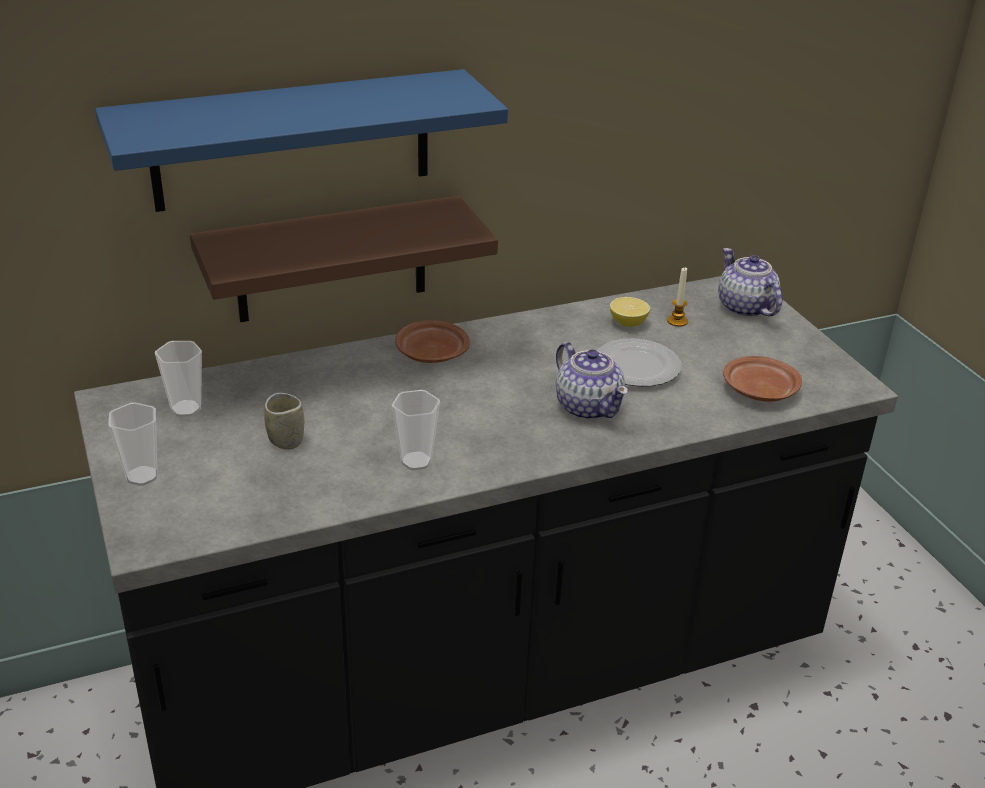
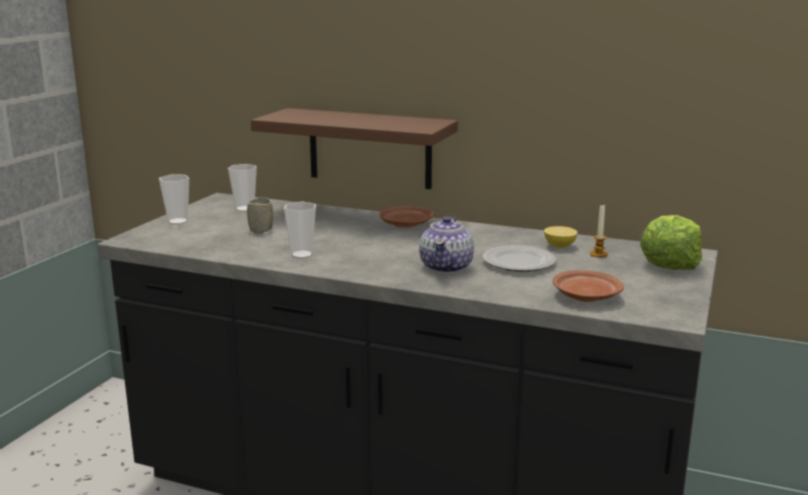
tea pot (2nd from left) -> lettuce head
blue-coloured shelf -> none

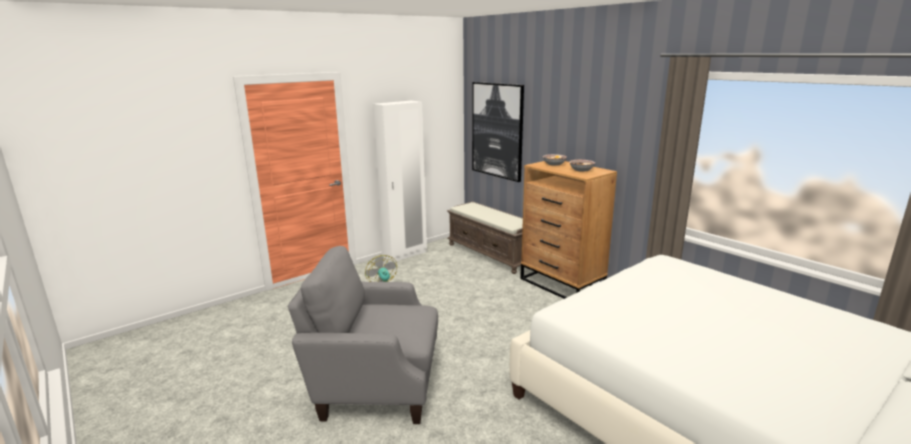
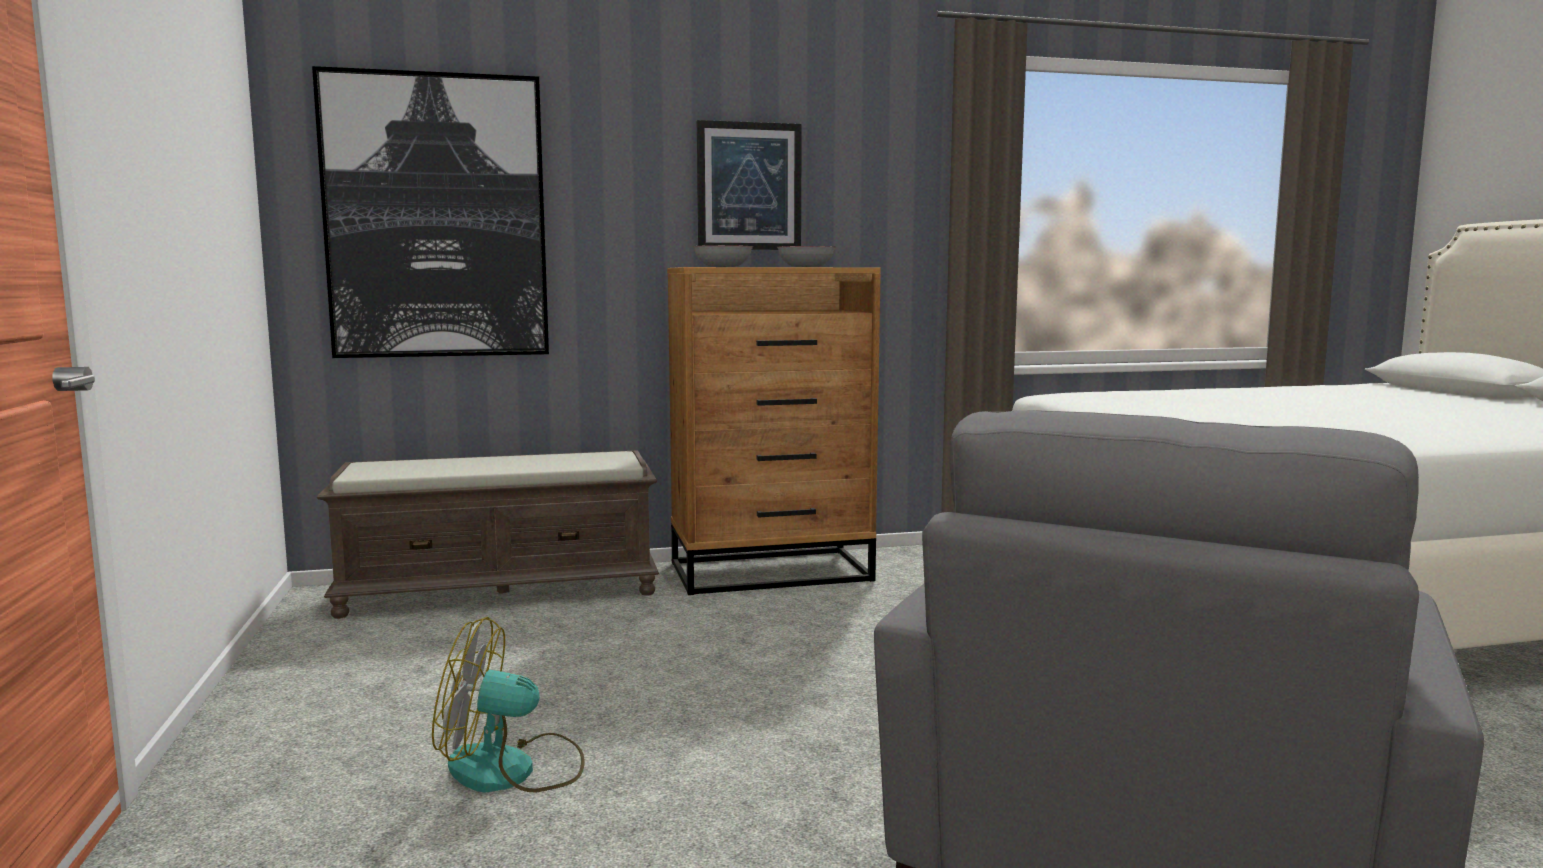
none -> picture (2nd from left)
white armoire -> none

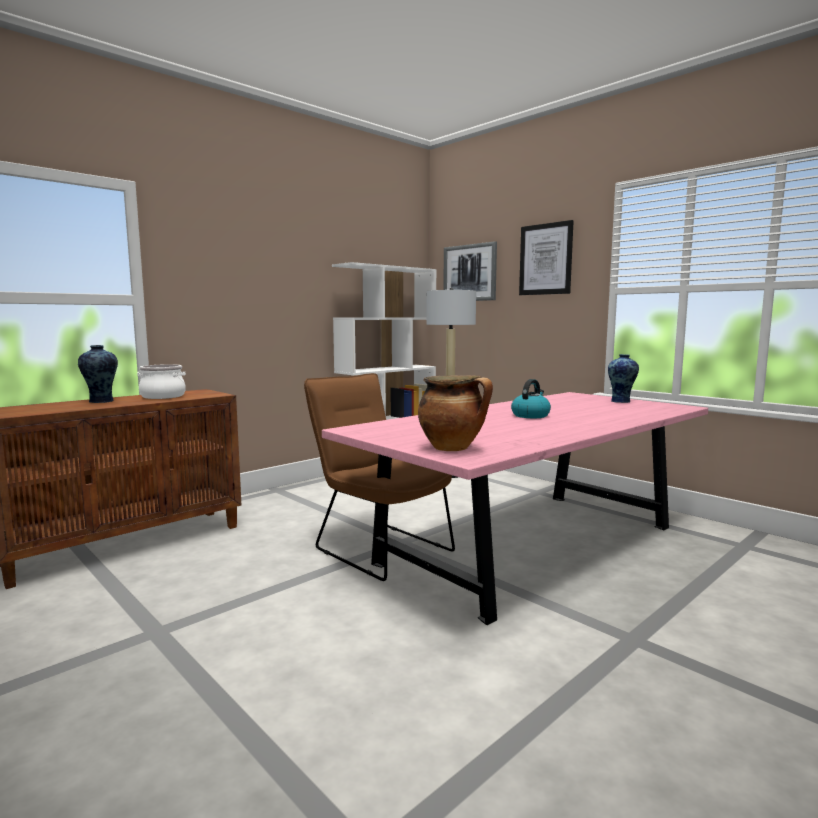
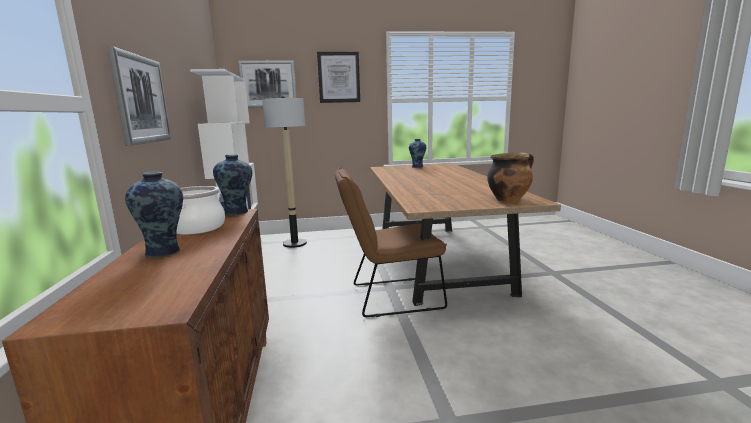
none -> picture (1st from left)
none -> decorative vase (2nd from left)
pink kitchen table -> brown kitchen table
water kettle -> none

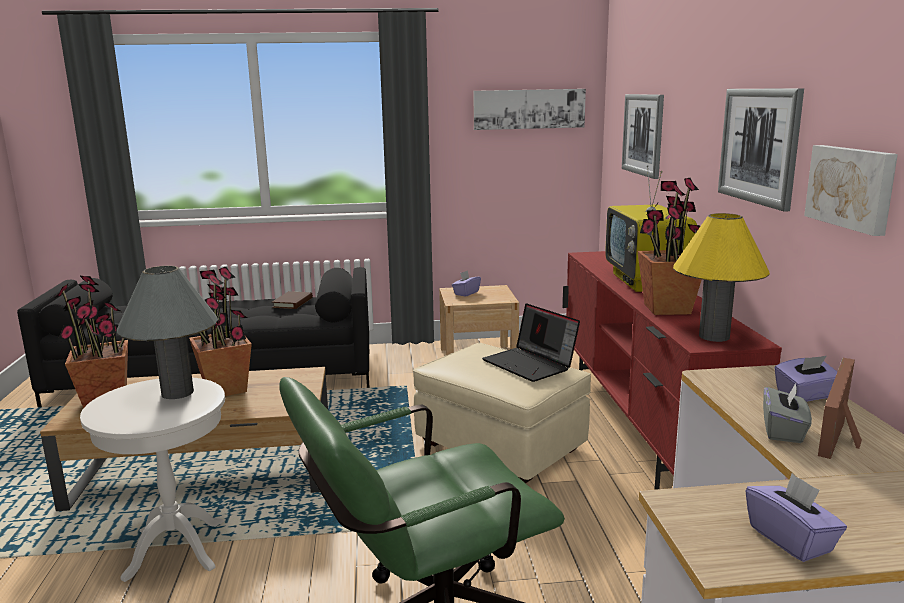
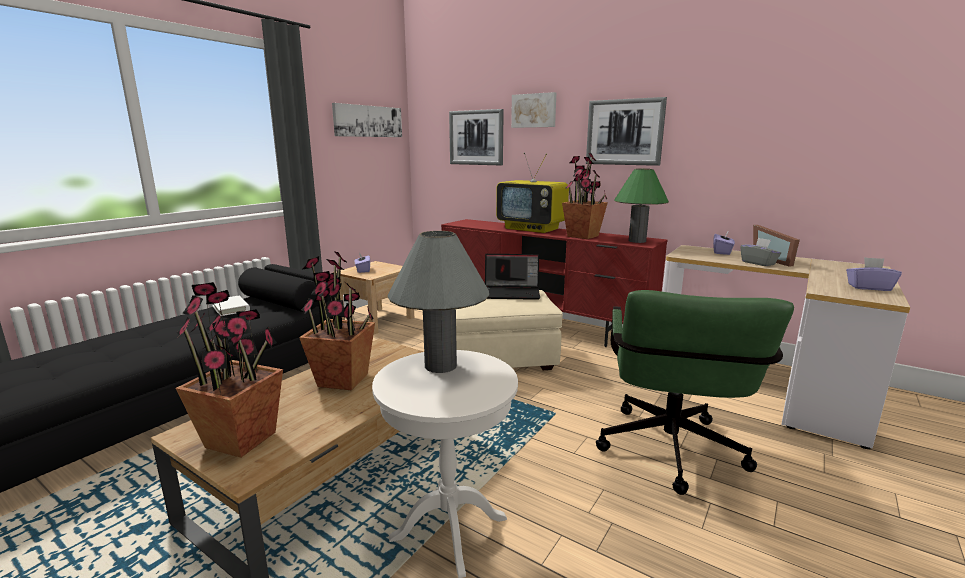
brown bound book -> white bound book
picture (4th from left in the first image) -> picture (3rd from left), moved
yellow tabletop lamp -> greenish tabletop lamp

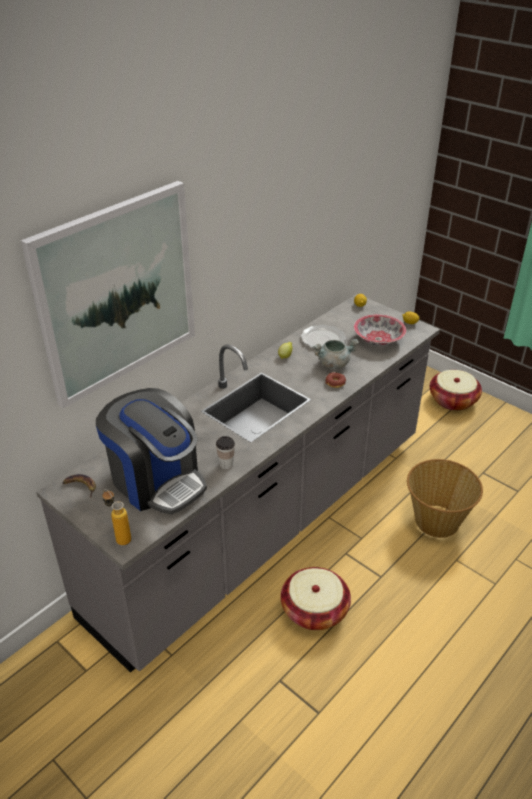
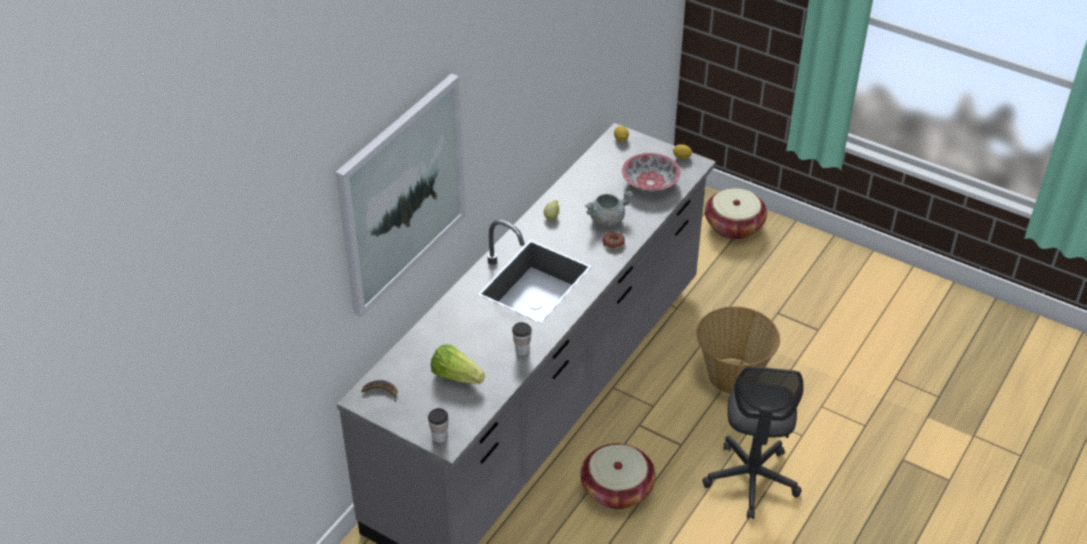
beverage bottle -> cup (1st from left)
coffee brewer -> lettuce head
none -> gray computer chair
plate -> none

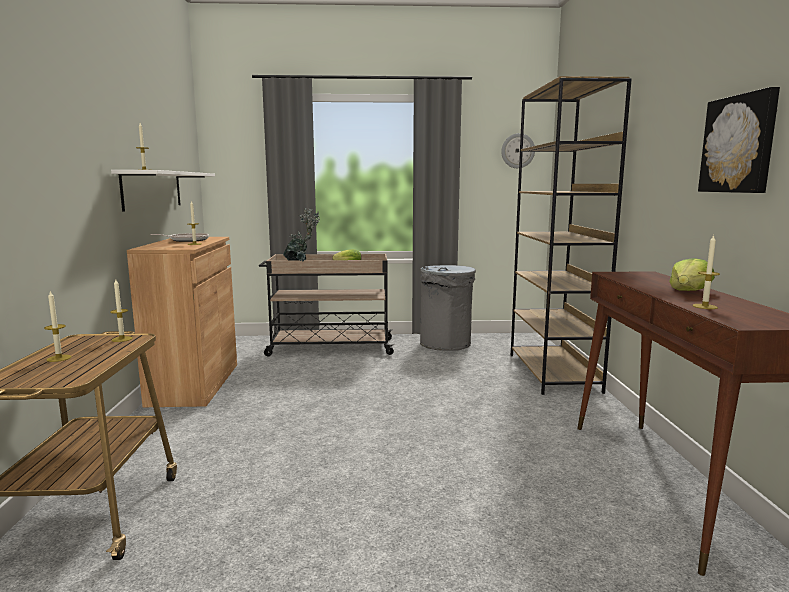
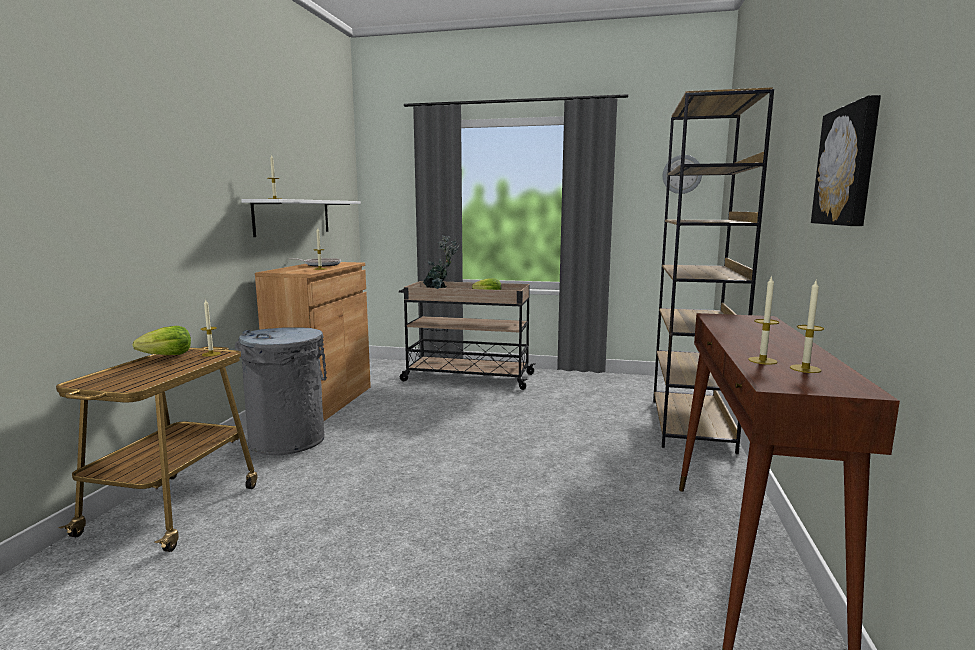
lettuce head (2nd from left in the first image) -> lettuce head (1st from left), moved
gray rubbish bin, moved
wax candle (1st from left in the first image) -> wax candle (5th from left), moved

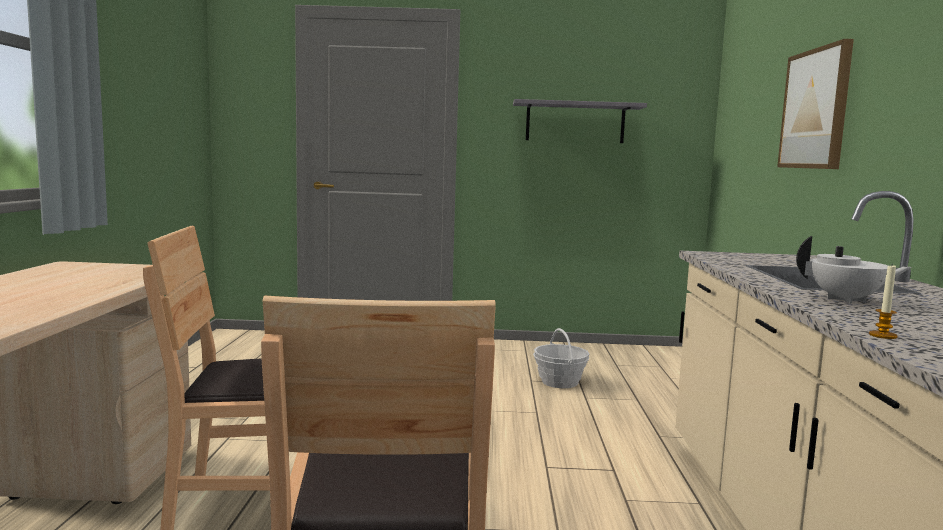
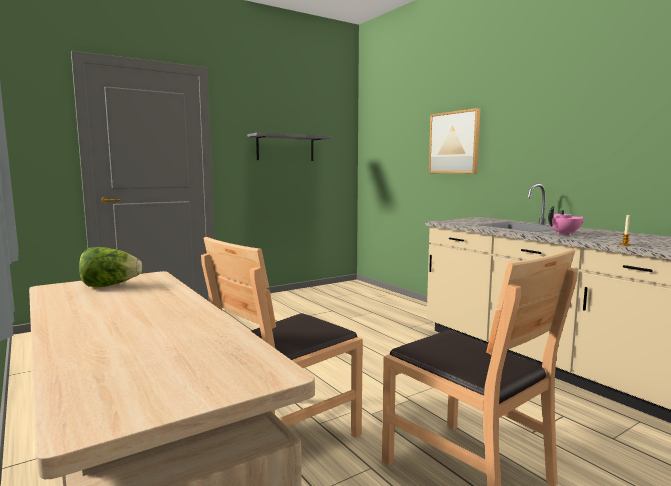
none -> lettuce head
white tea pot -> pink tea pot
storage basket -> none

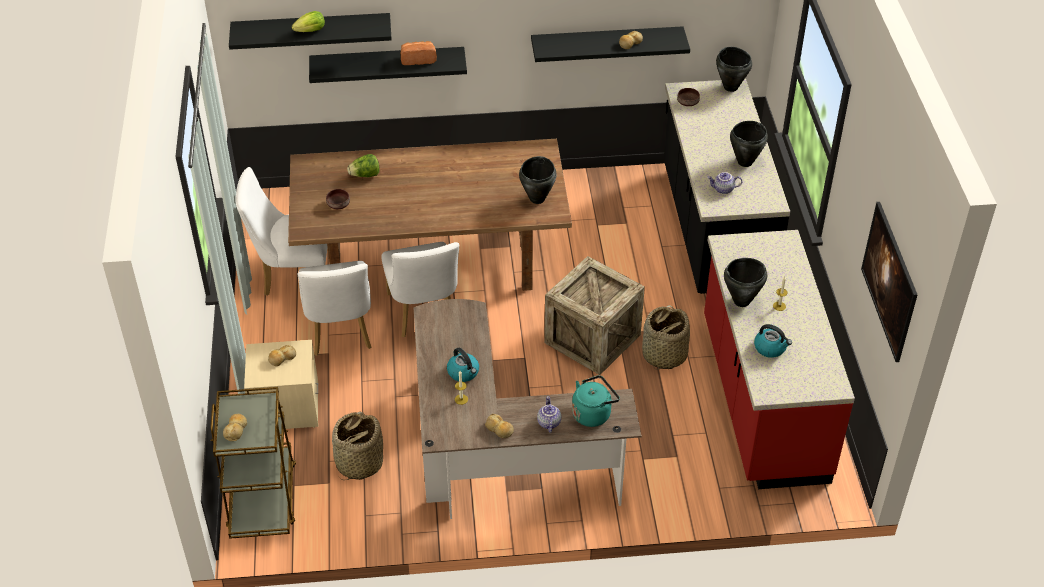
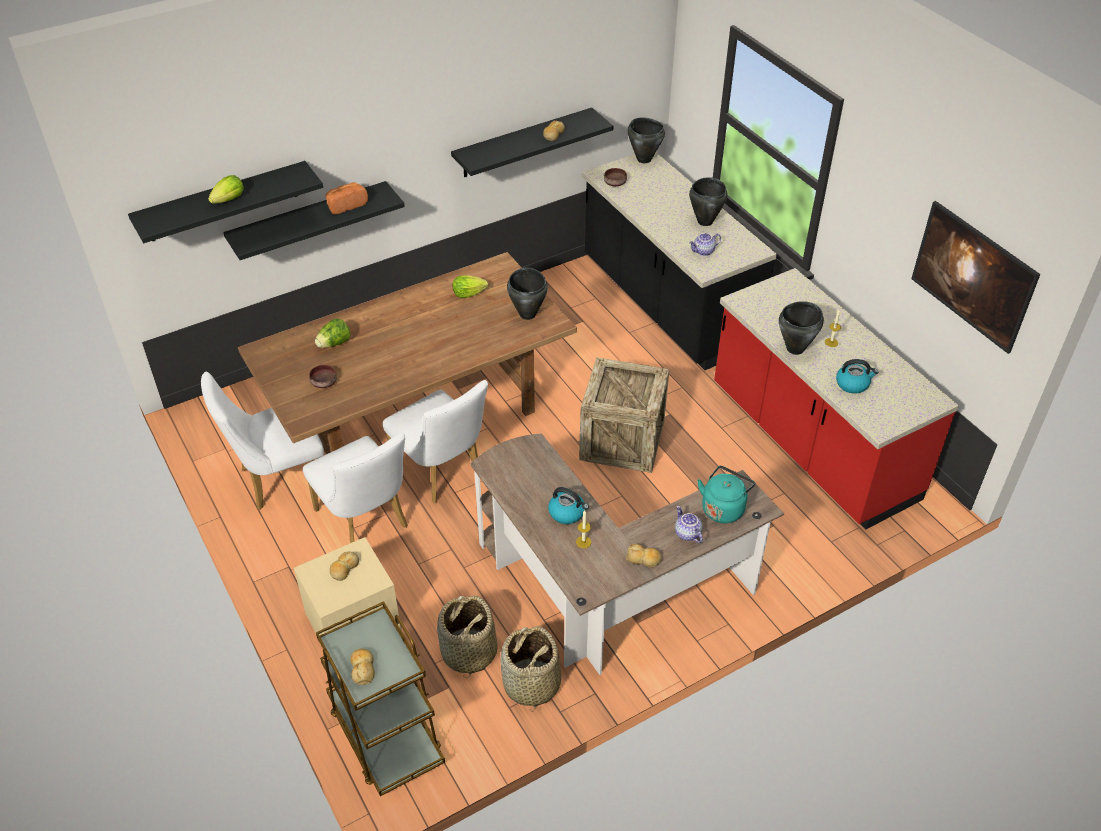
none -> lettuce head (3rd from left)
storage basket (2nd from left), moved

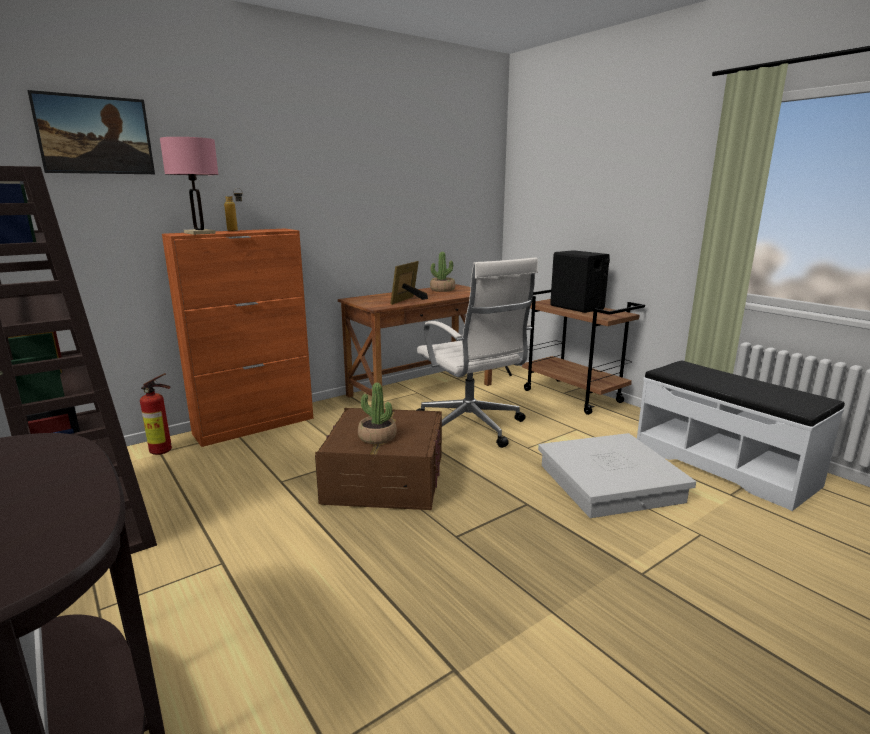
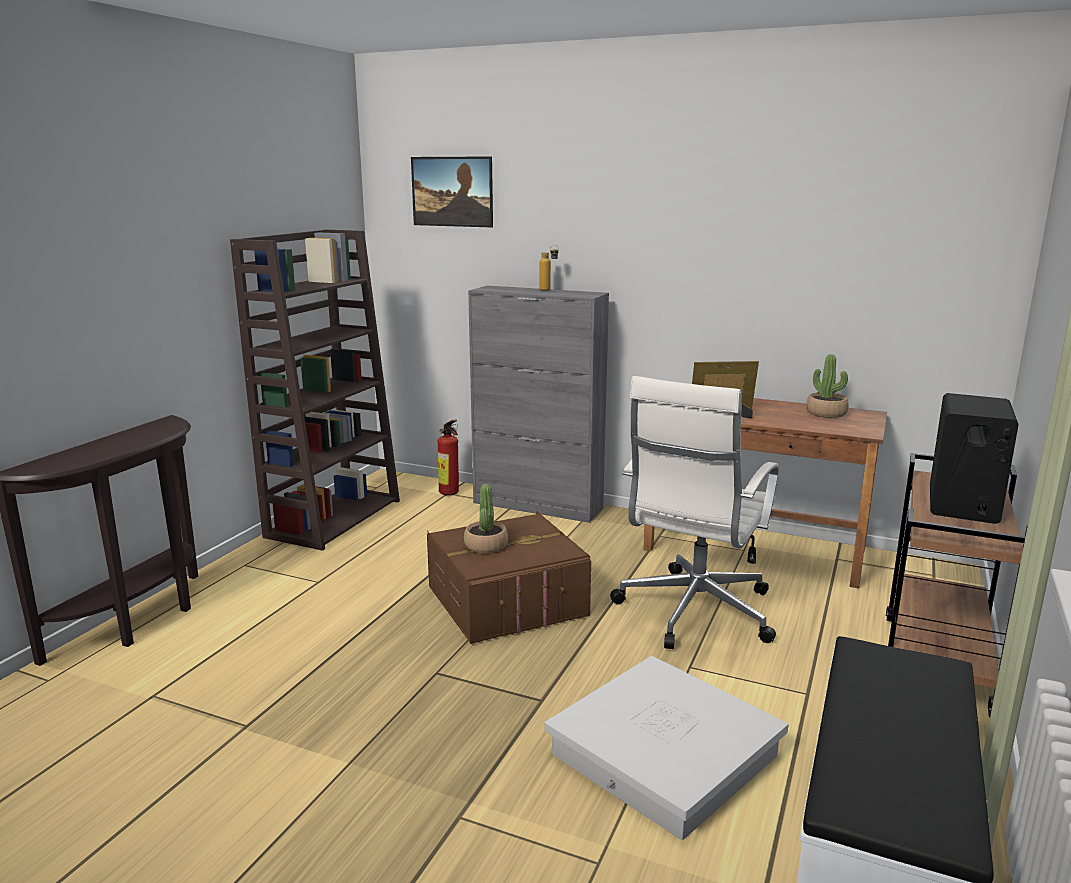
orangey cabinet -> gray cabinet
pink tabletop lamp -> none

